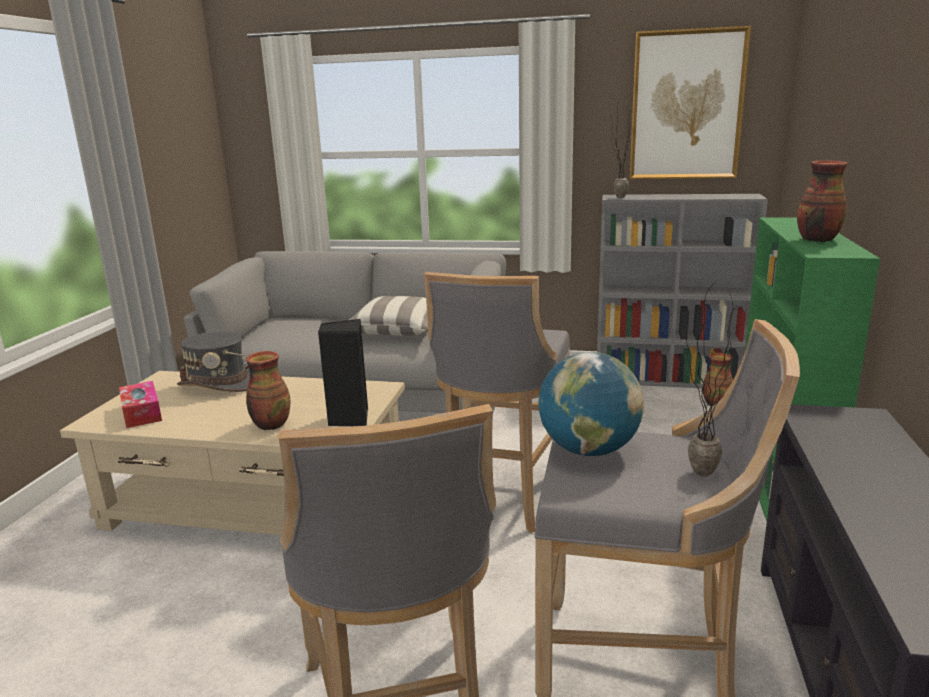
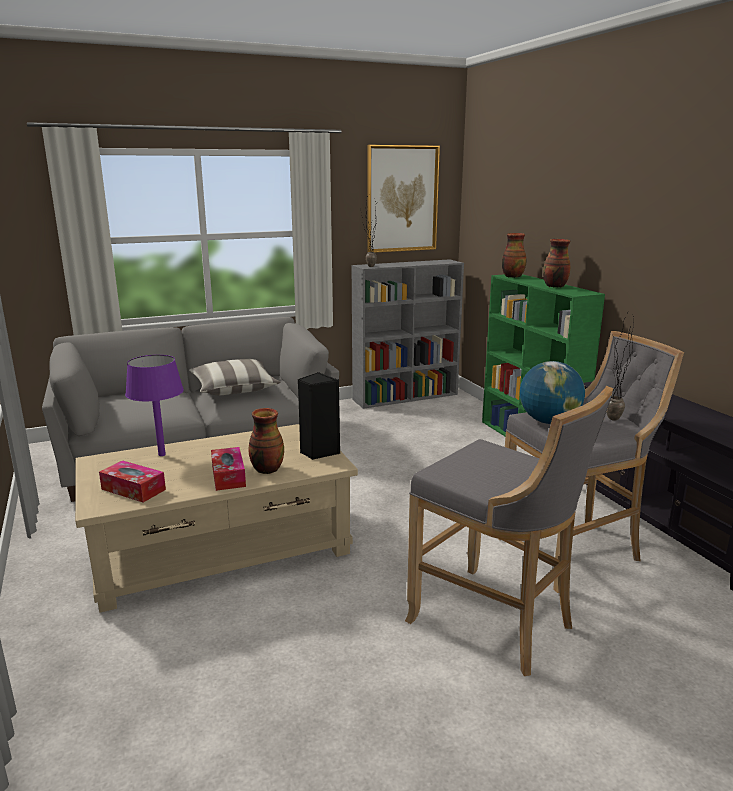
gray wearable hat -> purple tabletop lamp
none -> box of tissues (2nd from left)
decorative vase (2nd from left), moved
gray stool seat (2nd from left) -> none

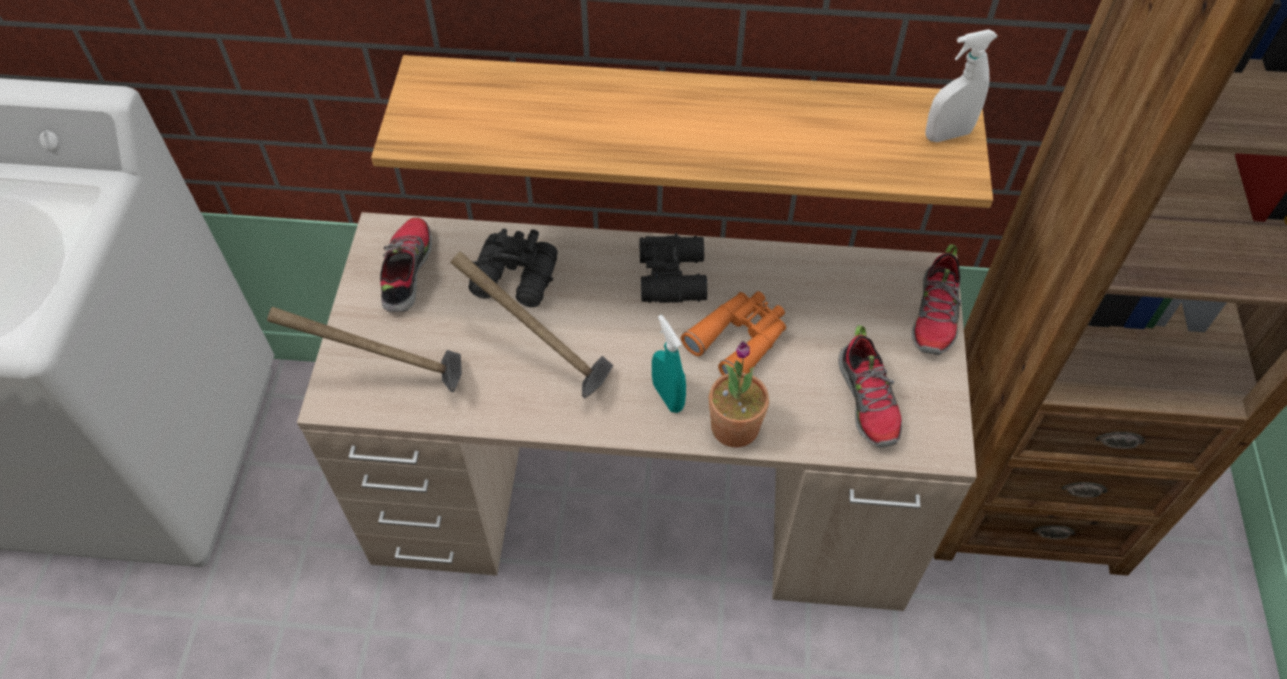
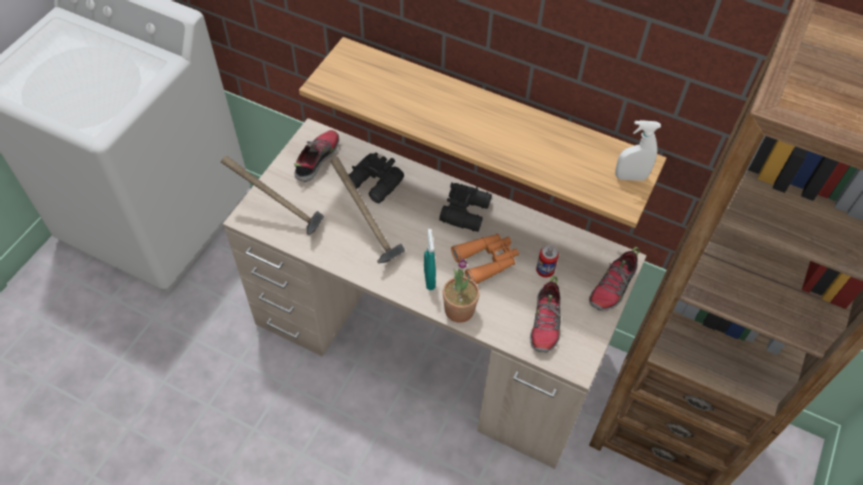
none -> can

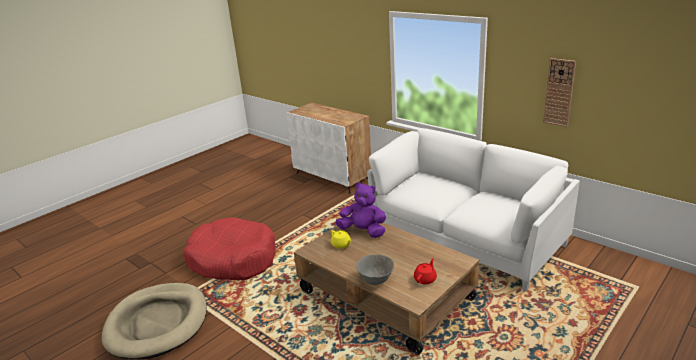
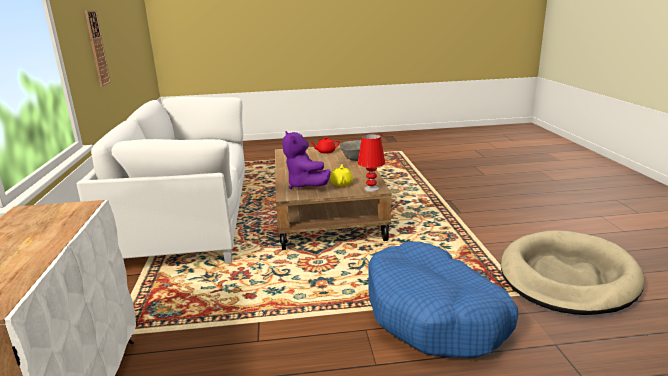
none -> red tabletop lamp
red dog bed -> blue-coloured dog bed

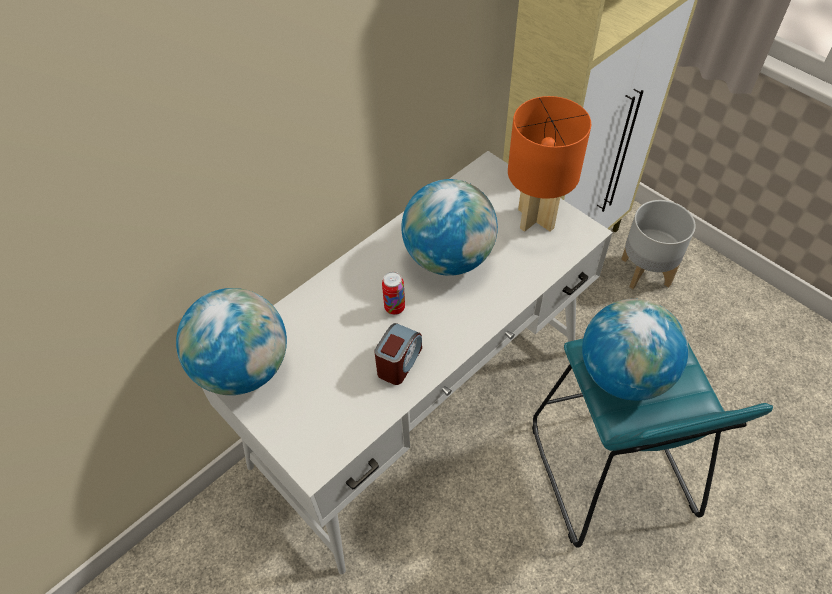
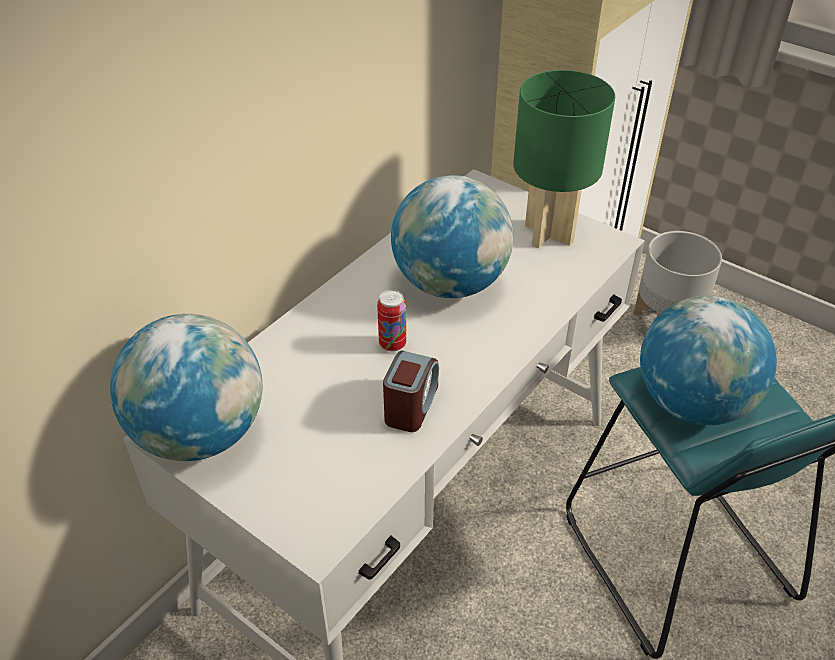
orangey tabletop lamp -> greenish tabletop lamp

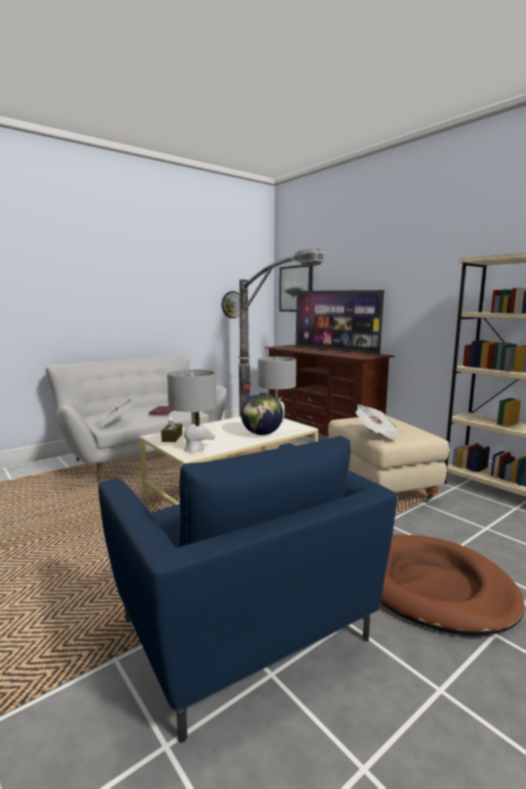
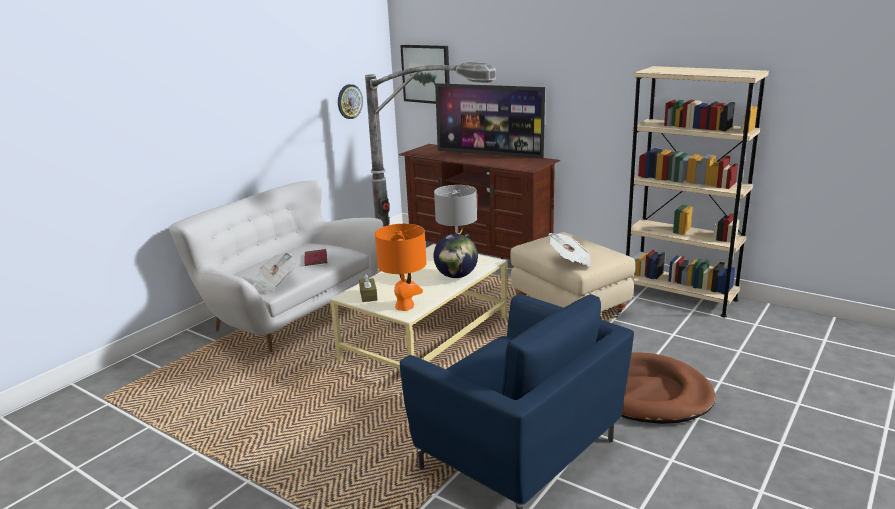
gray tabletop lamp (1st from left) -> orangey tabletop lamp

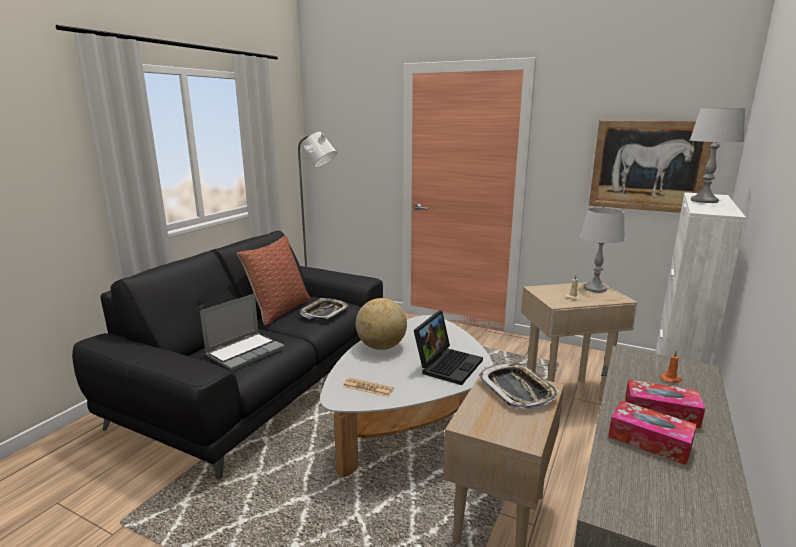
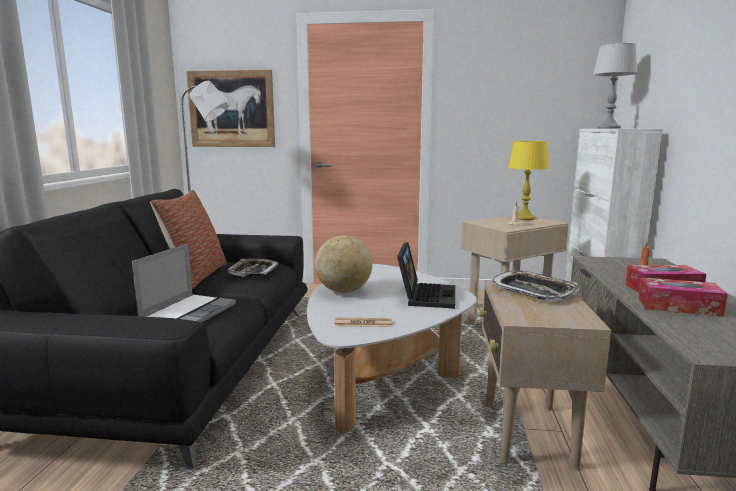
picture, moved
gray tabletop lamp (1st from left) -> yellow tabletop lamp

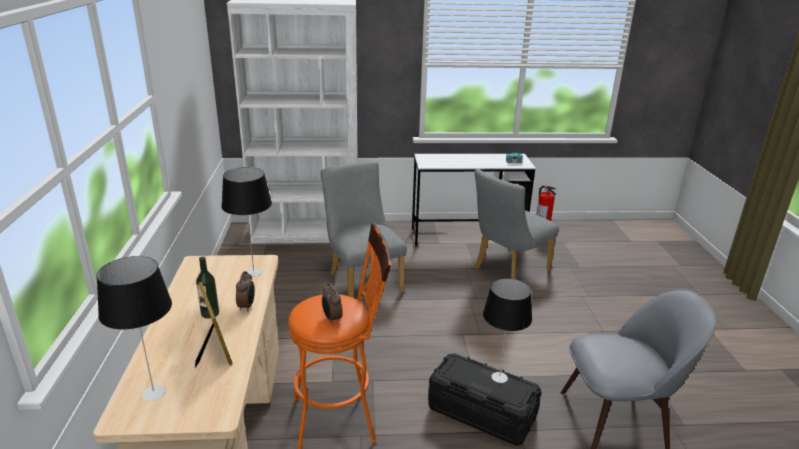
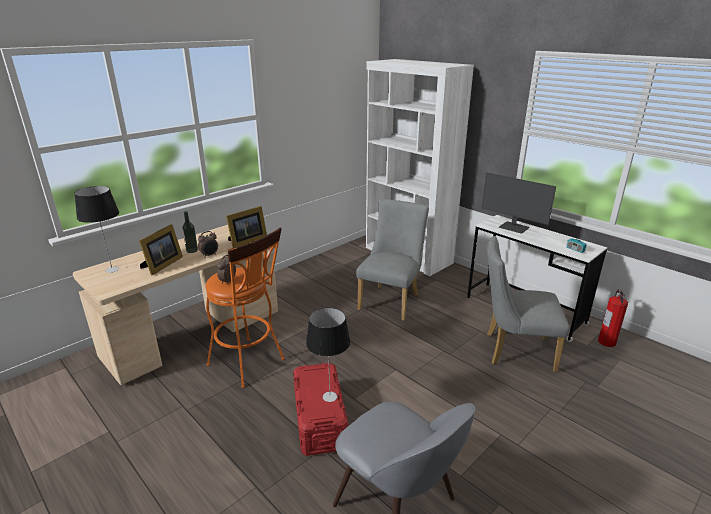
tabletop lamp (2nd from left) -> standing frame (2nd from left)
black storage box -> red storage box
none -> computer display

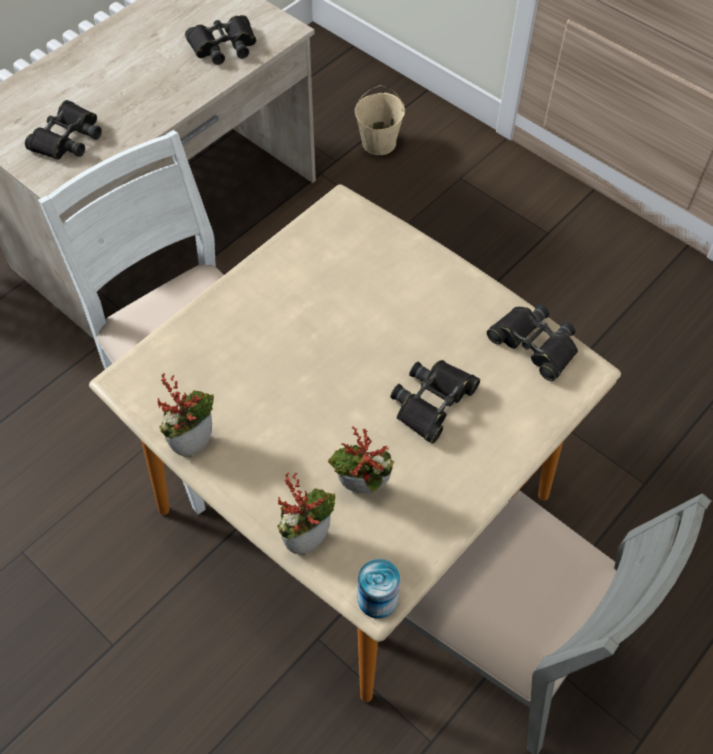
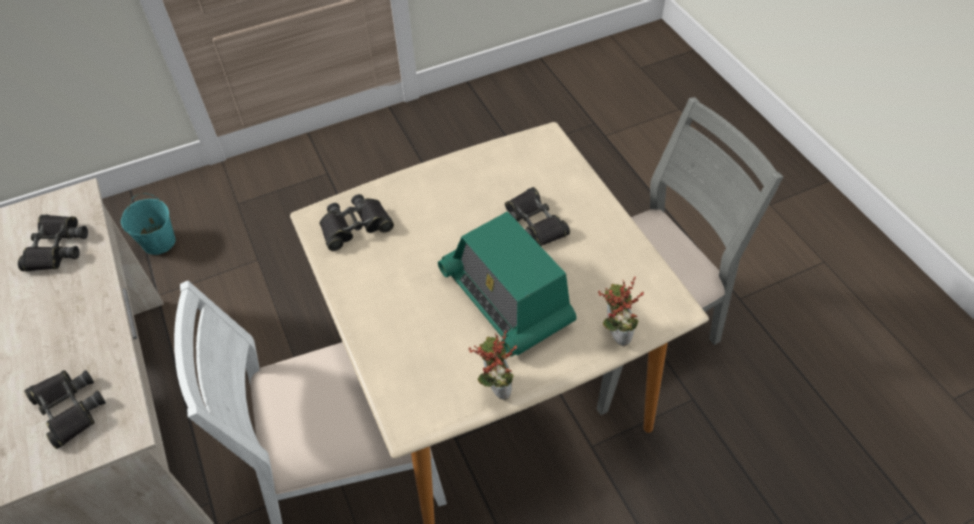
sand-coloured pail -> turquoise pail
black binoculars (4th from left in the first image) -> black binoculars (3rd from left), moved
none -> radio receiver
houseplant (3rd from left) -> none
can -> none

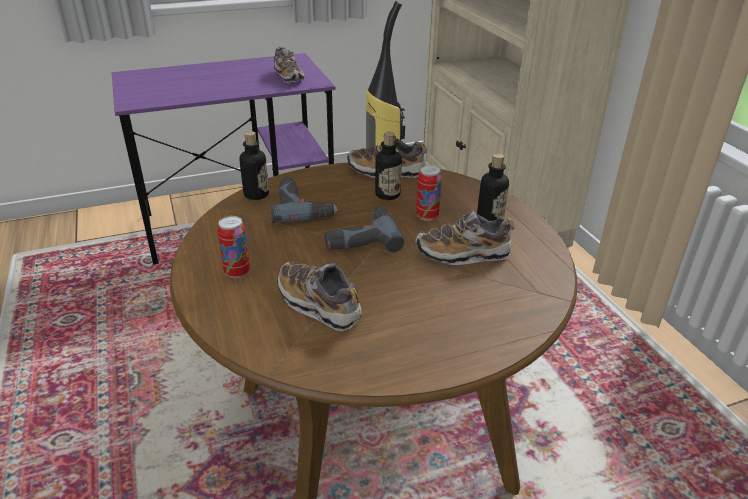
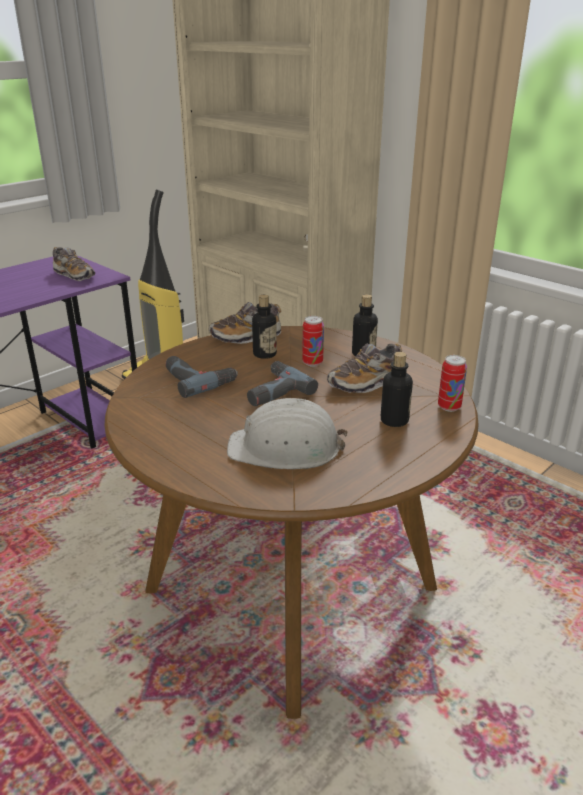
low shoe (2nd from left) -> white hard hat
beverage bottle (1st from left in the first image) -> beverage bottle (3rd from left), moved
can (1st from left in the first image) -> can (2nd from left), moved

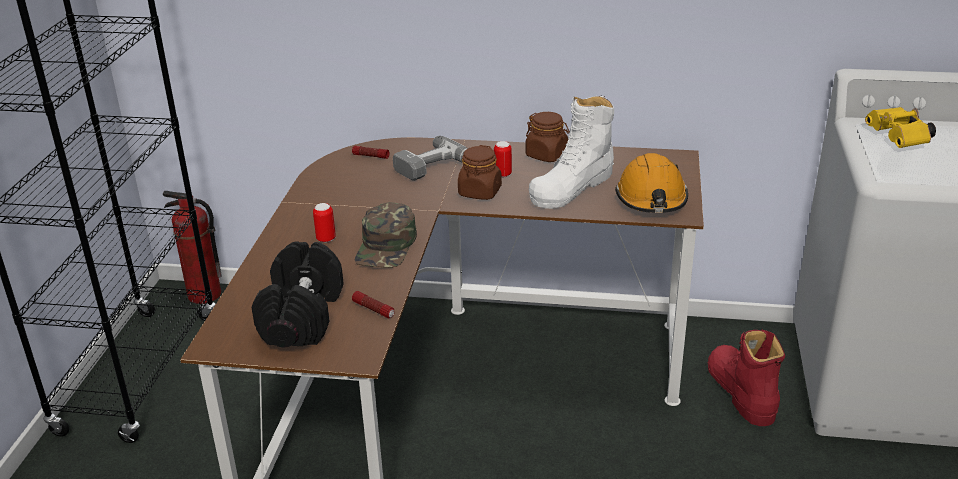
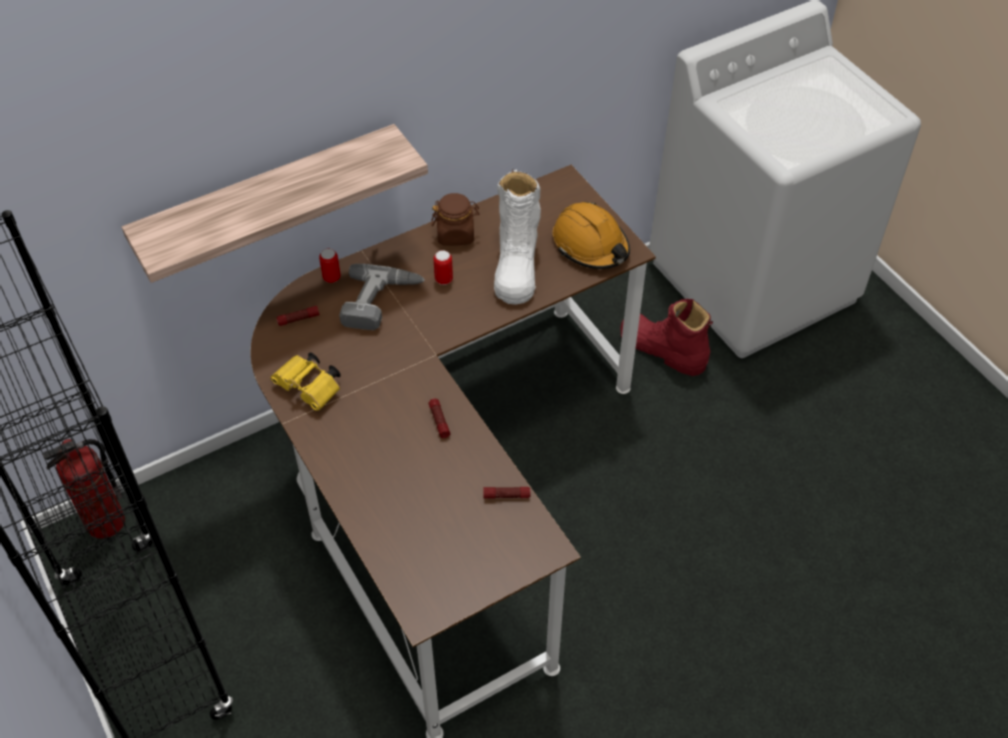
none -> shelf
yellow binoculars, moved
can (1st from left), moved
greenish baseball cap -> hand torch (2nd from left)
black dumbbell -> none
brown preserve jar (1st from left) -> none

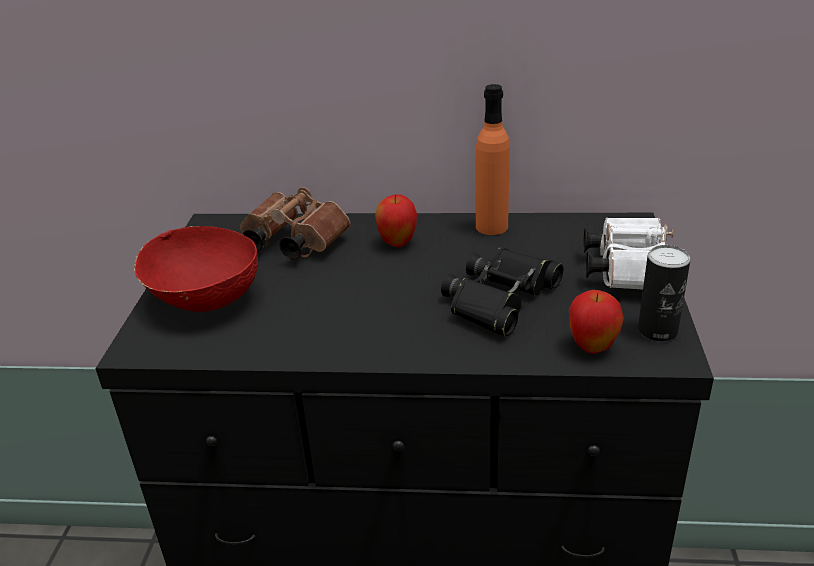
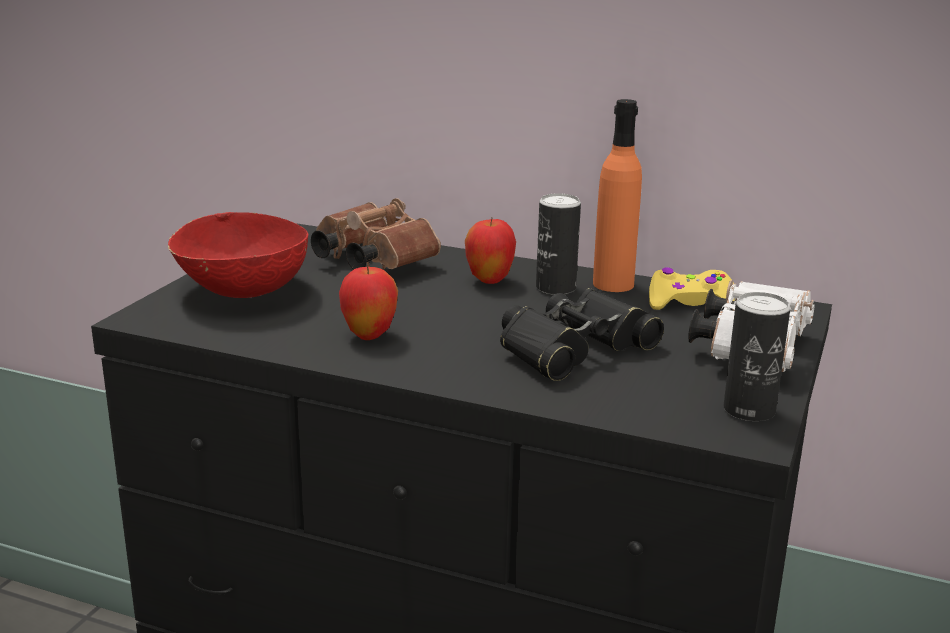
apple (2nd from left in the first image) -> apple (1st from left), moved
none -> can (1st from left)
none -> yellow joypad

